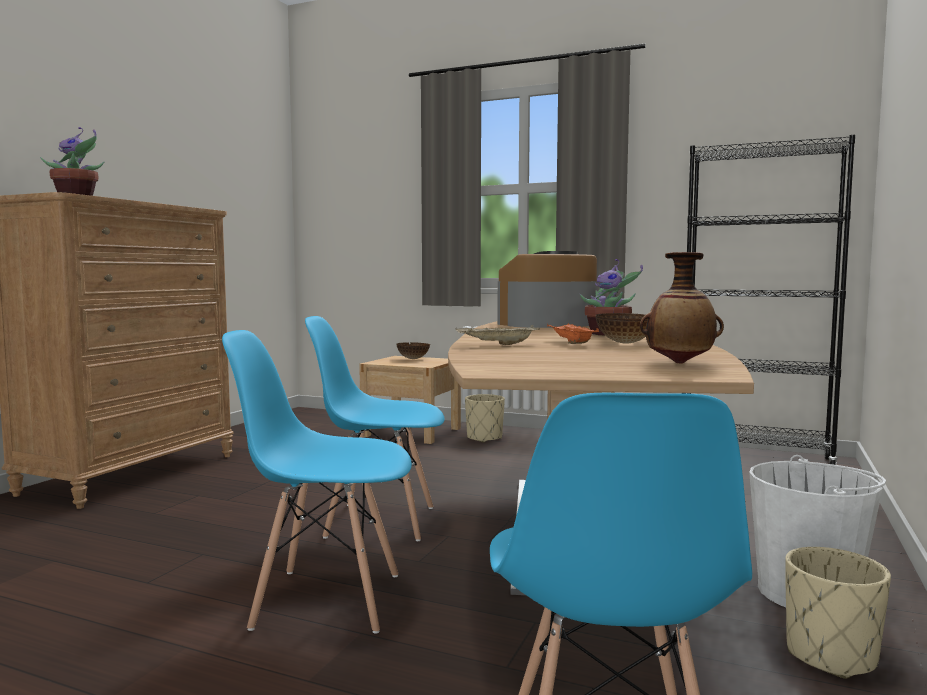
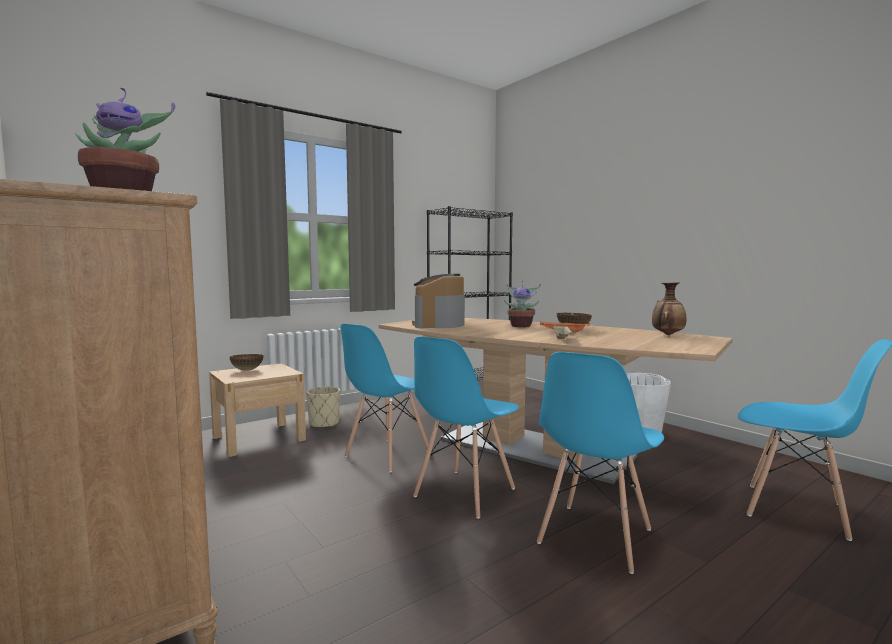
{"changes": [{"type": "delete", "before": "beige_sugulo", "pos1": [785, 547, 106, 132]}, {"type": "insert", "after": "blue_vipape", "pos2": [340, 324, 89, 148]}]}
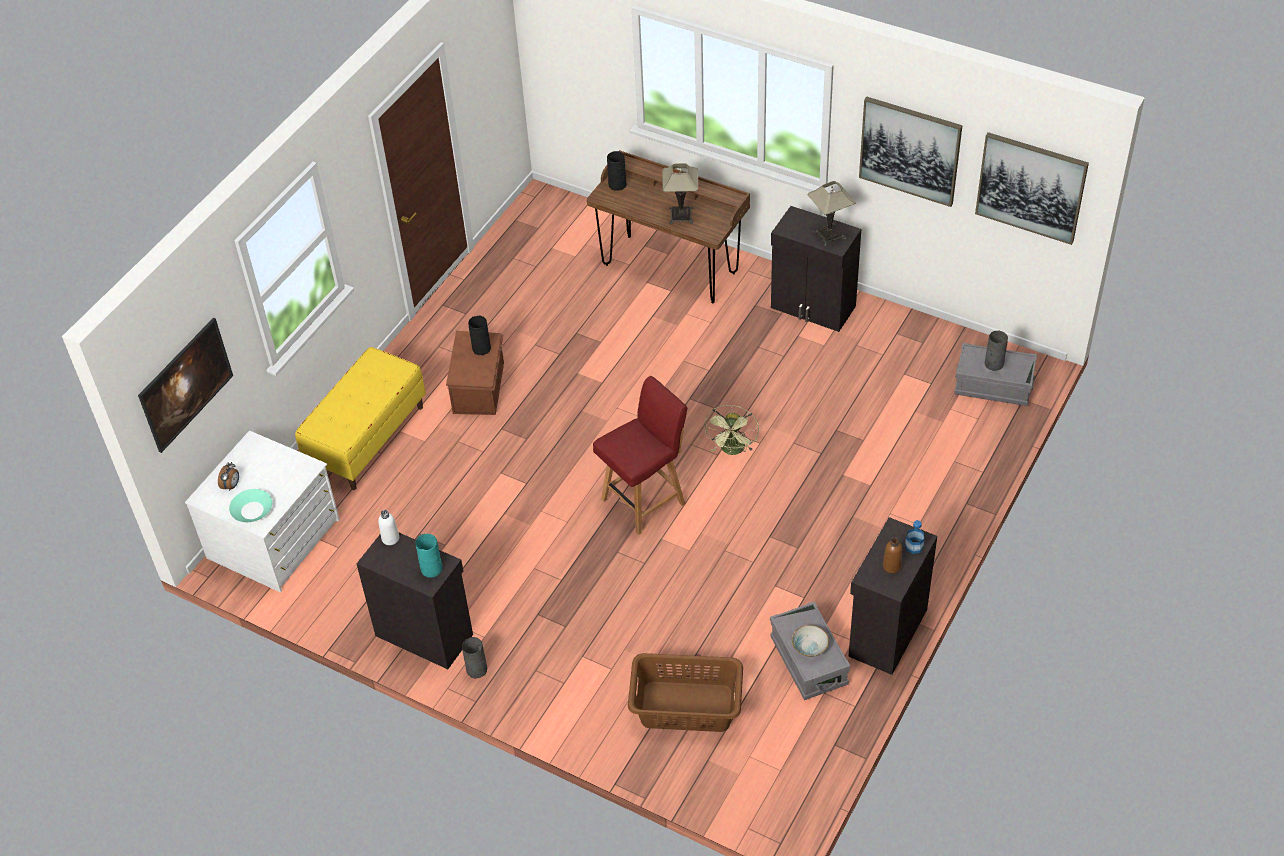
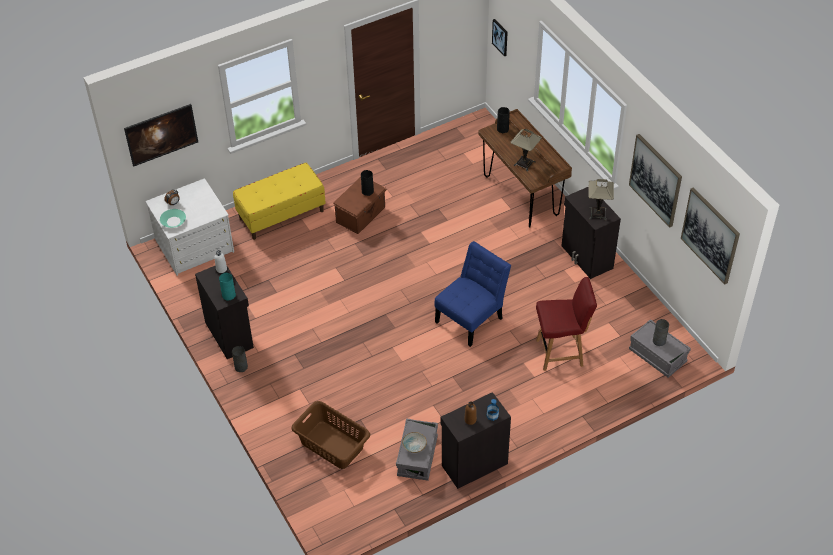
{"changes": [{"type": "insert", "after": "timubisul", "pos2": [492, 19, 16, 37]}, {"type": "move", "before": "red_vipape", "pos1": [593, 376, 94, 159], "pos2": [536, 277, 61, 94]}, {"type": "replace", "before": "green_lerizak", "after": "blue_vipape", "pos1": [705, 405, 54, 50], "pos2": [434, 241, 77, 106]}]}
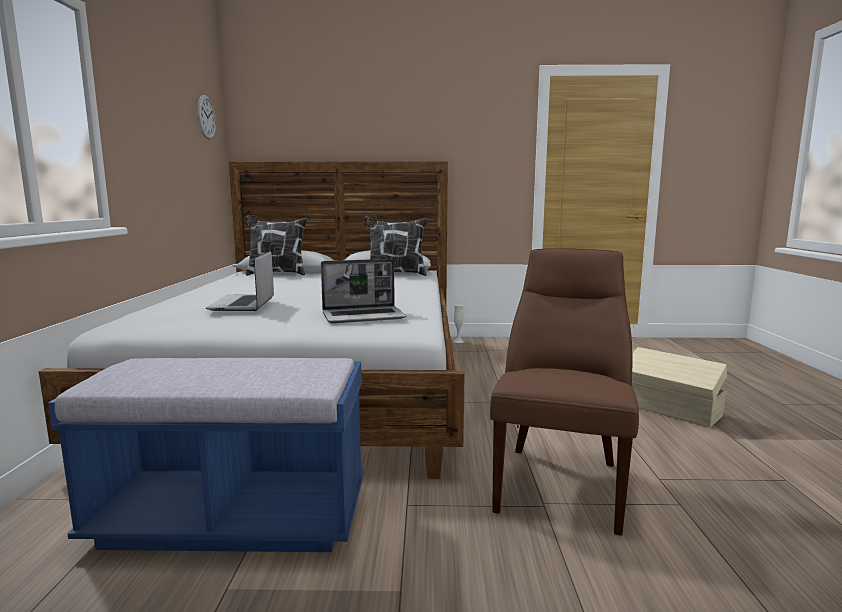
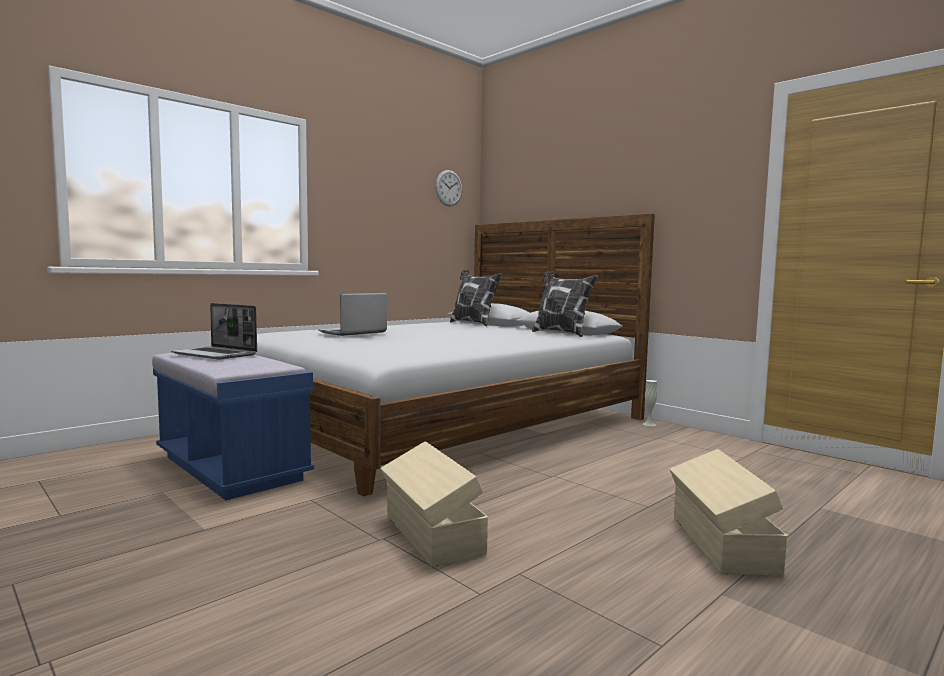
{"changes": [{"type": "move", "before": "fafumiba", "pos1": [321, 259, 85, 64], "pos2": [171, 303, 86, 56]}, {"type": "replace", "before": "brown_vipape", "after": "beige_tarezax", "pos1": [490, 248, 149, 287], "pos2": [381, 441, 107, 126]}]}
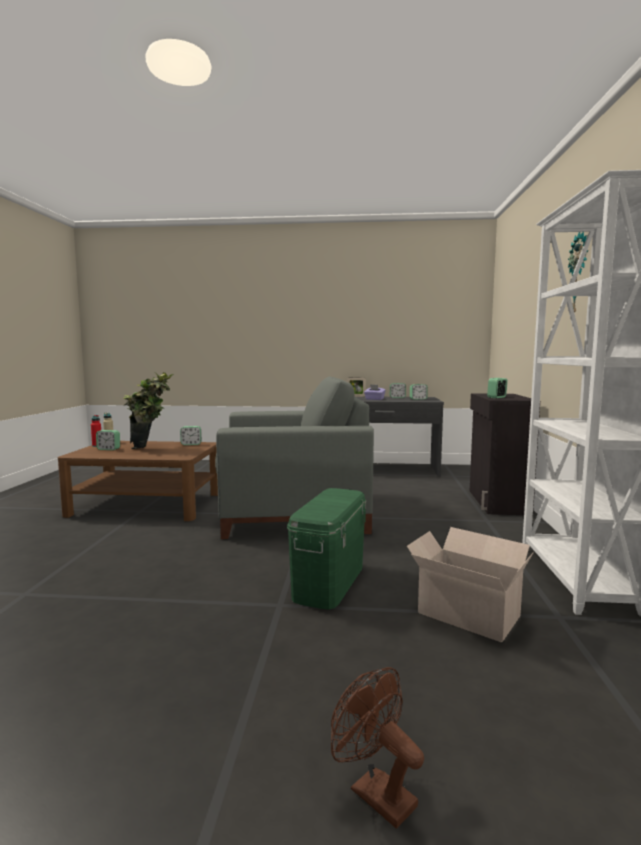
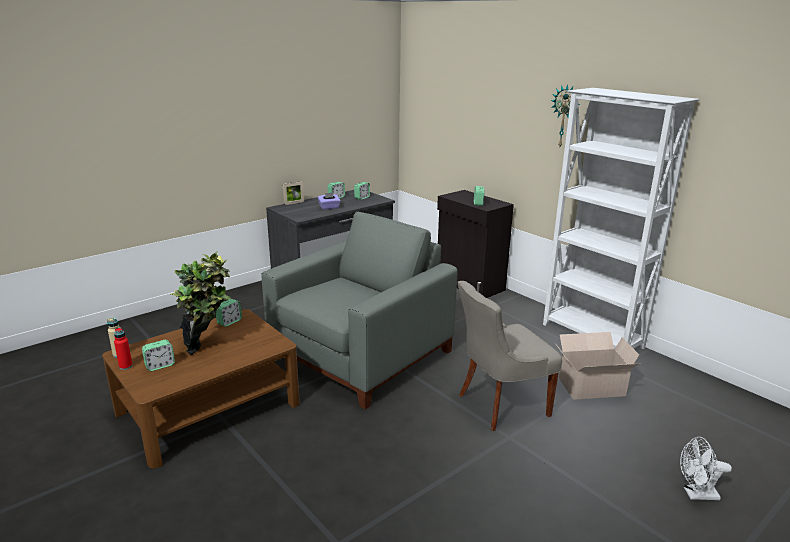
{"changes": [{"type": "replace", "before": "green_tarezax", "after": "grey_vipape", "pos1": [287, 488, 79, 121], "pos2": [458, 281, 104, 150]}, {"type": "recolor", "before": "brown_lerizak", "after": "white_lerizak", "pos1": [331, 667, 93, 162], "pos2": [680, 437, 52, 63]}]}
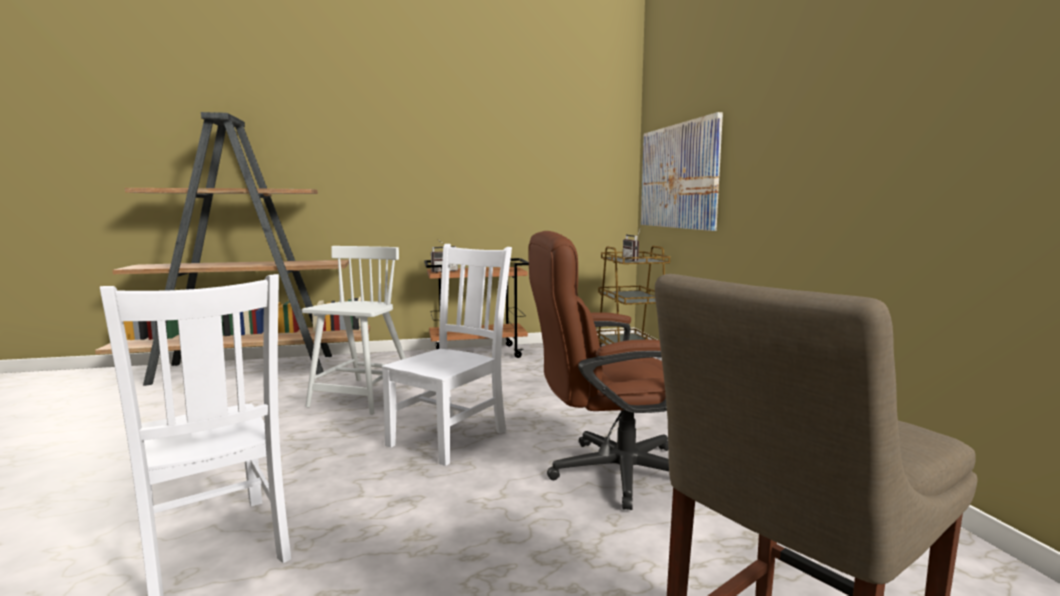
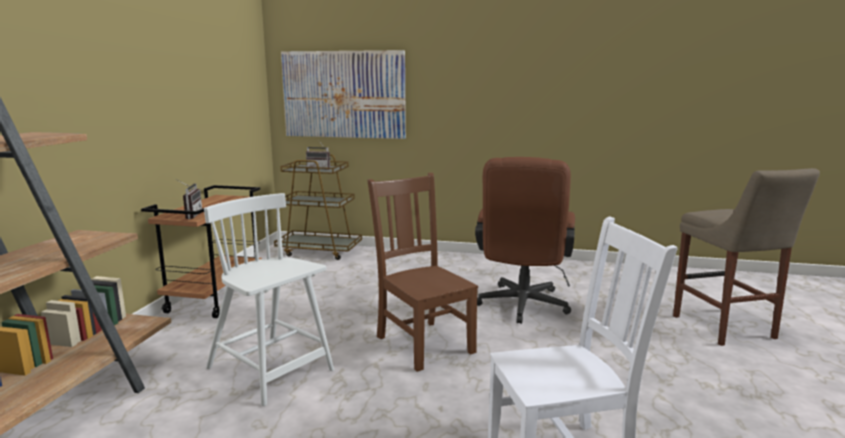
{"changes": [{"type": "recolor", "before": "white_vipape", "after": "brown_vipape", "pos1": [381, 244, 131, 222], "pos2": [367, 173, 111, 199]}]}
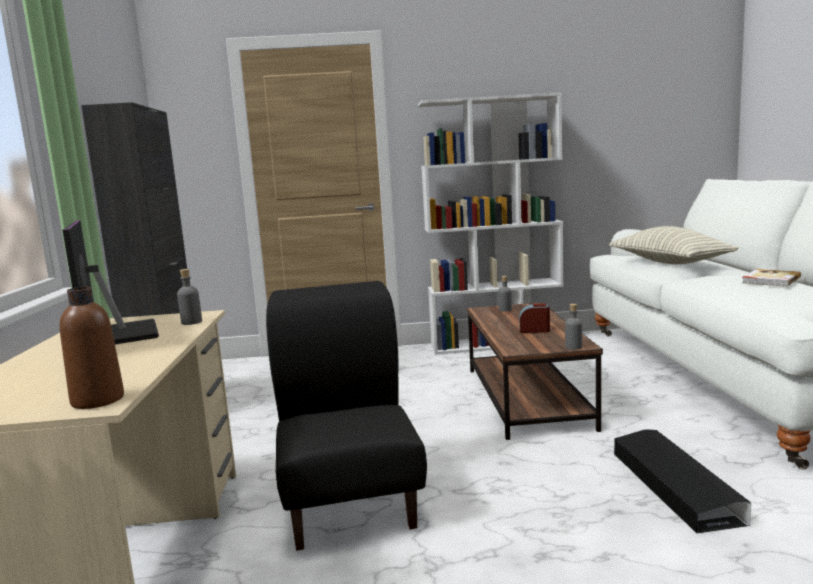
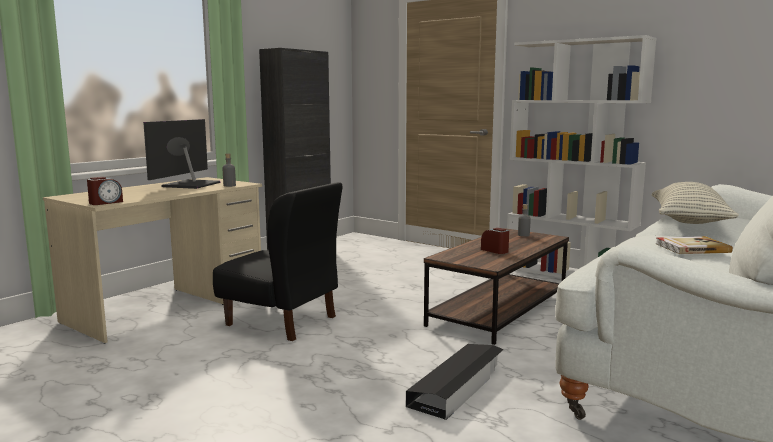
{"changes": [{"type": "delete", "before": "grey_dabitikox", "pos1": [565, 304, 17, 46]}, {"type": "replace", "before": "brown_dabitikox", "after": "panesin", "pos1": [59, 287, 65, 122], "pos2": [87, 177, 36, 28]}, {"type": "rotate", "before": "black_vipape", "pos1": [266, 281, 161, 270], "pos2": [213, 182, 130, 159], "turn": 90}]}
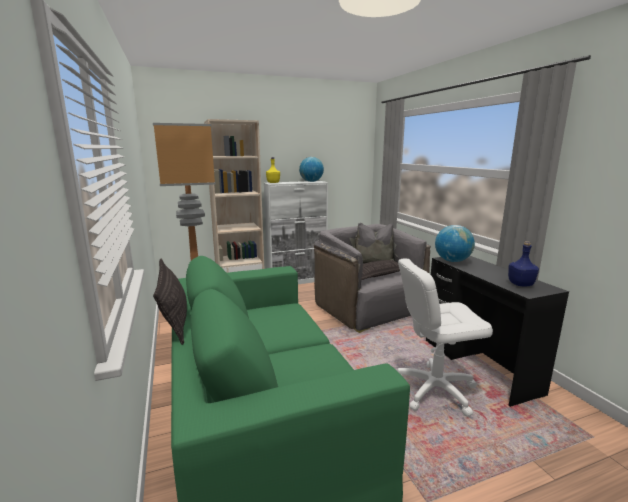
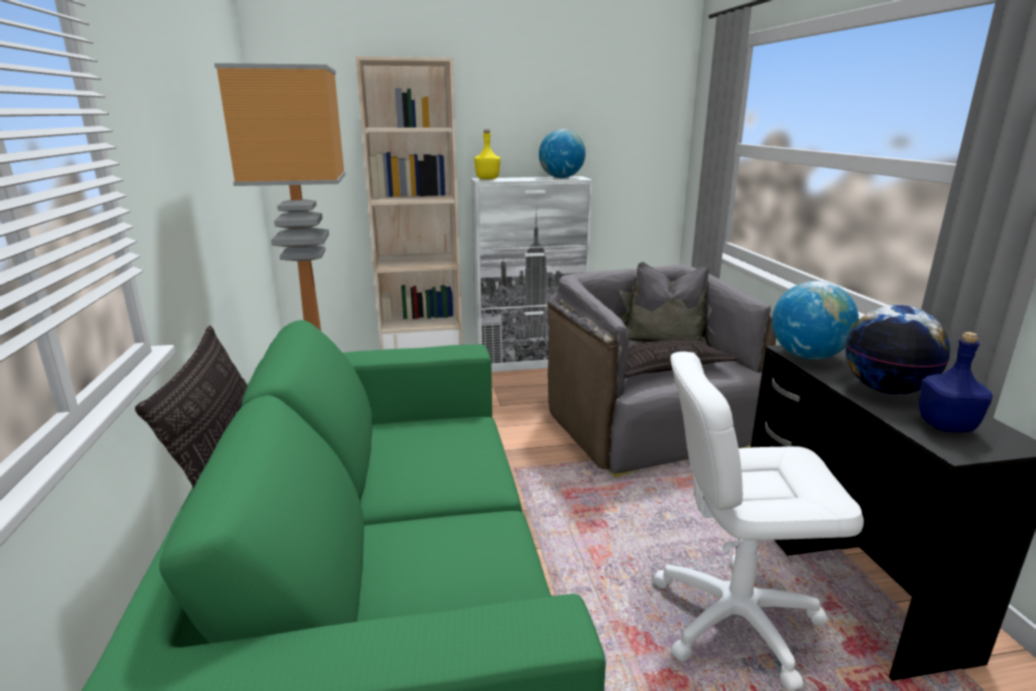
{"changes": [{"type": "insert", "after": "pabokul", "pos2": [845, 305, 105, 89]}]}
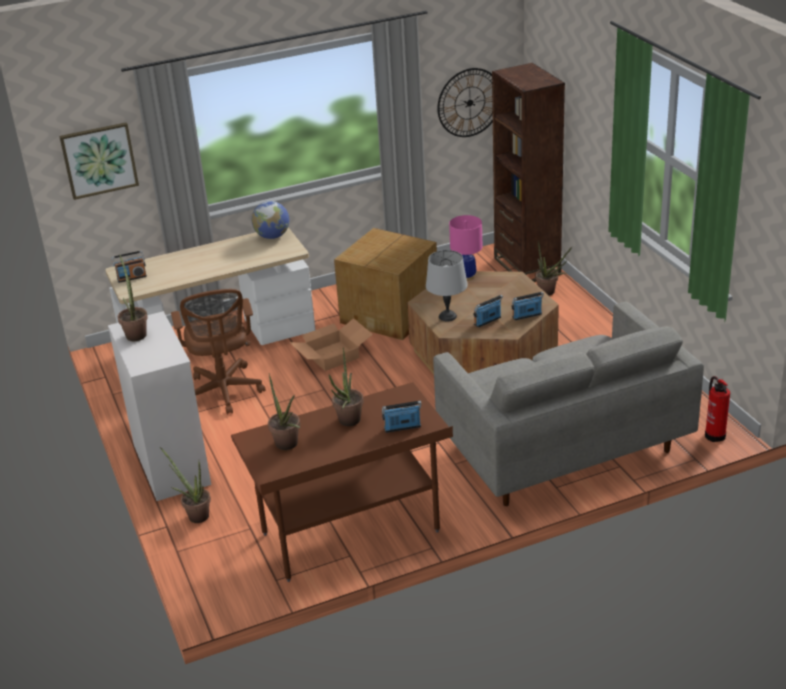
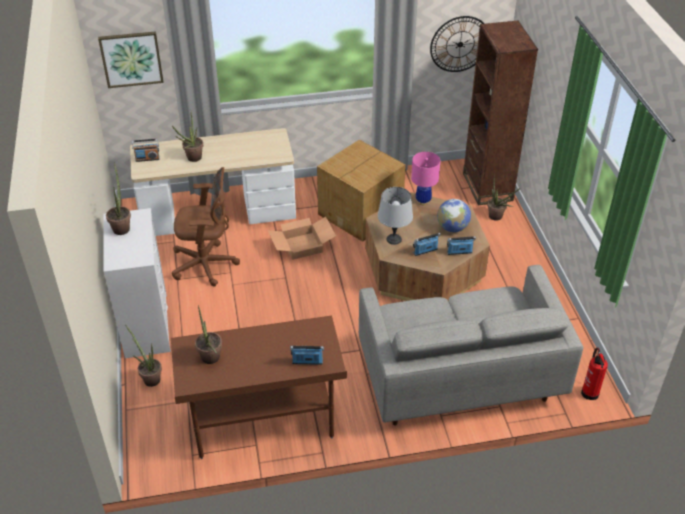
{"changes": [{"type": "move", "before": "pabokul", "pos1": [252, 201, 37, 38], "pos2": [437, 199, 34, 33]}, {"type": "move", "before": "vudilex", "pos1": [329, 348, 35, 78], "pos2": [172, 112, 31, 50]}, {"type": "rotate", "before": "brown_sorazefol", "pos1": [171, 289, 95, 125], "pos2": [172, 167, 68, 120], "turn": -90}]}
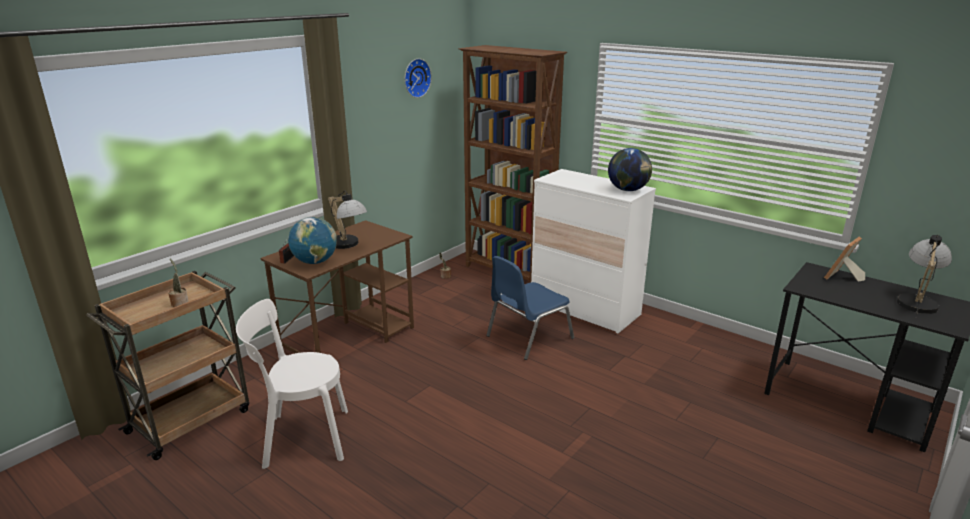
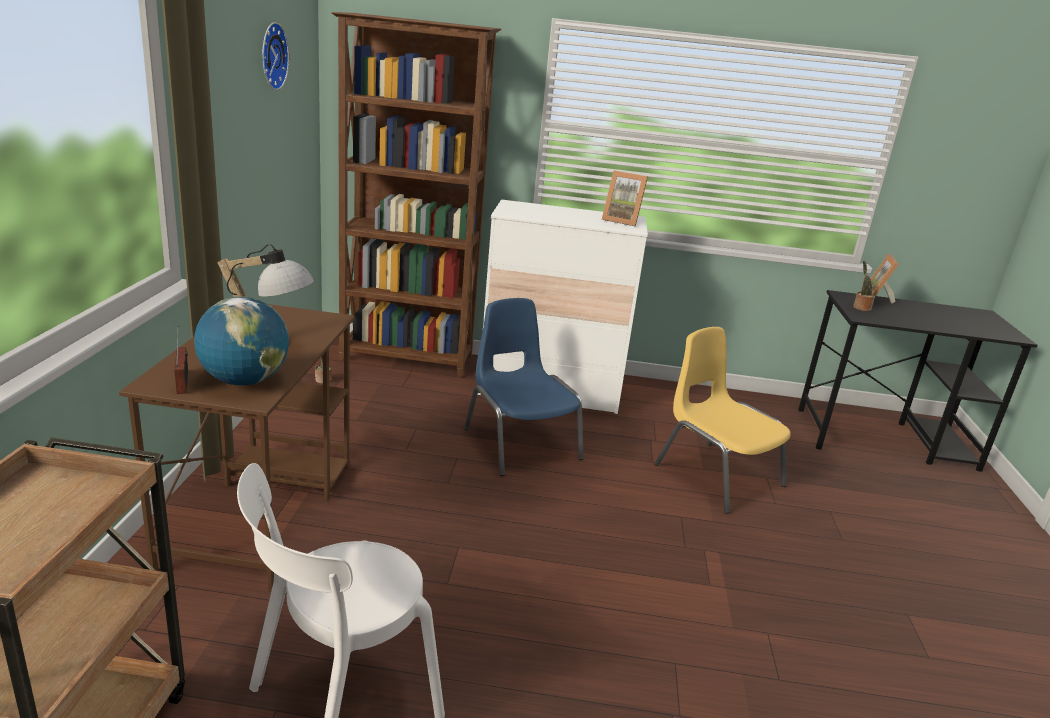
{"changes": [{"type": "delete", "before": "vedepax", "pos1": [897, 235, 55, 83]}, {"type": "insert", "after": "yellow_vipape", "pos2": [655, 327, 136, 187]}, {"type": "move", "before": "vudilex", "pos1": [168, 259, 21, 48], "pos2": [853, 260, 22, 51]}, {"type": "replace", "before": "pabokul", "after": "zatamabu", "pos1": [608, 148, 44, 43], "pos2": [602, 170, 46, 57]}, {"type": "rotate", "before": "blue_vipape", "pos1": [486, 256, 88, 104], "pos2": [464, 298, 120, 178], "turn": 135}]}
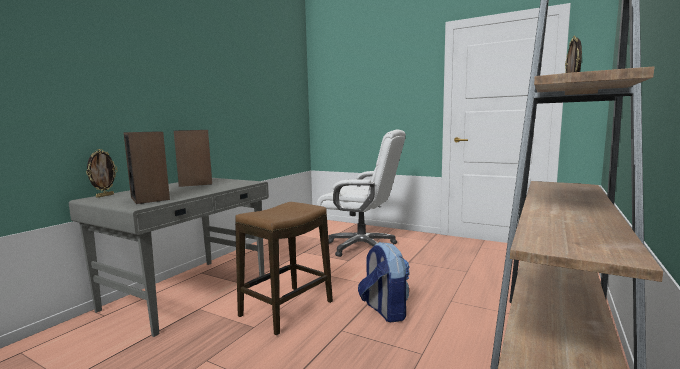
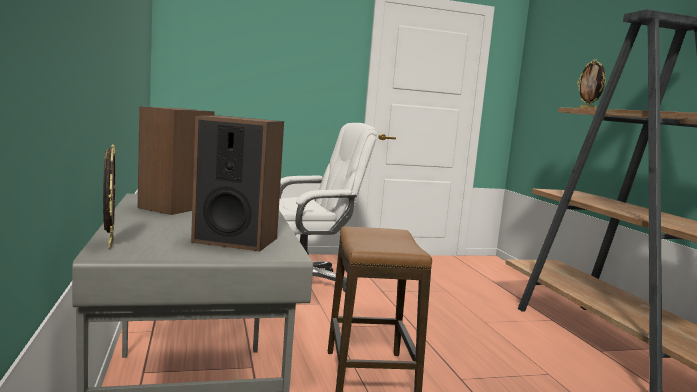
{"changes": [{"type": "delete", "before": "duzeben", "pos1": [358, 242, 52, 80]}]}
